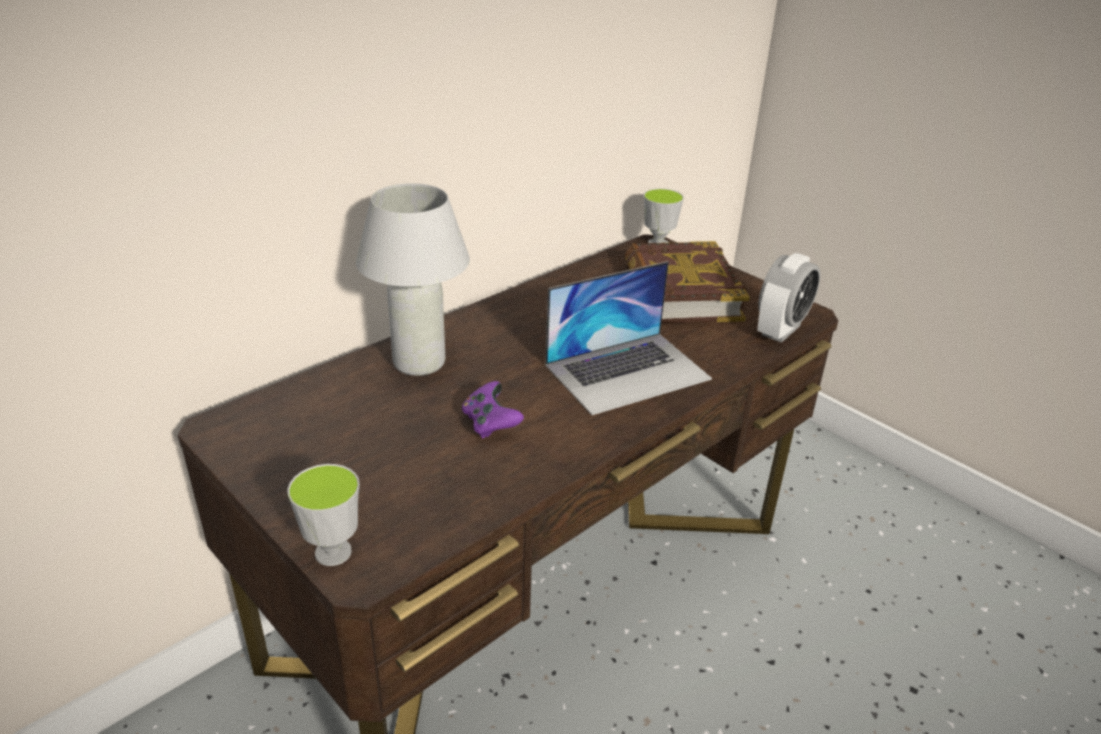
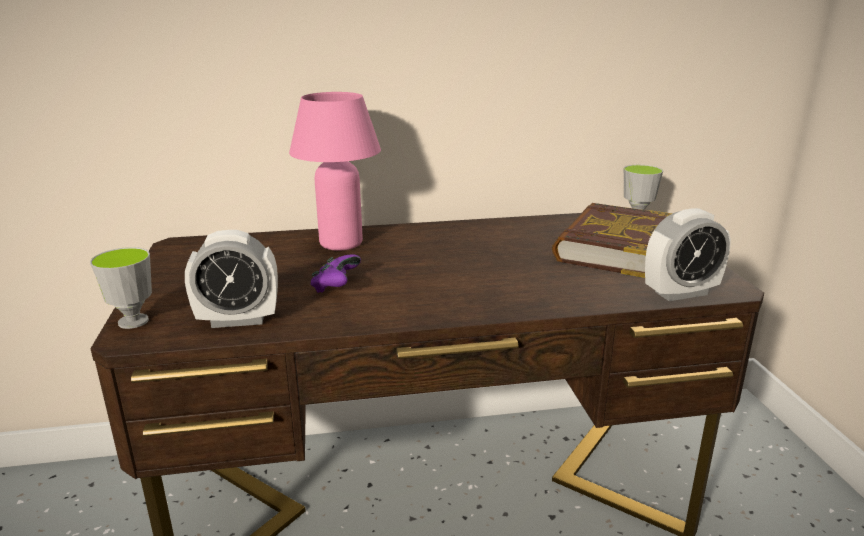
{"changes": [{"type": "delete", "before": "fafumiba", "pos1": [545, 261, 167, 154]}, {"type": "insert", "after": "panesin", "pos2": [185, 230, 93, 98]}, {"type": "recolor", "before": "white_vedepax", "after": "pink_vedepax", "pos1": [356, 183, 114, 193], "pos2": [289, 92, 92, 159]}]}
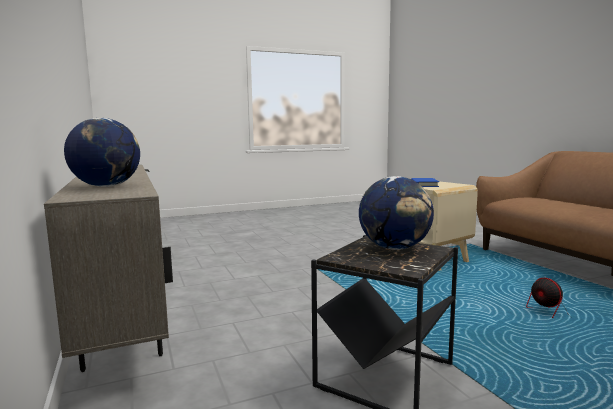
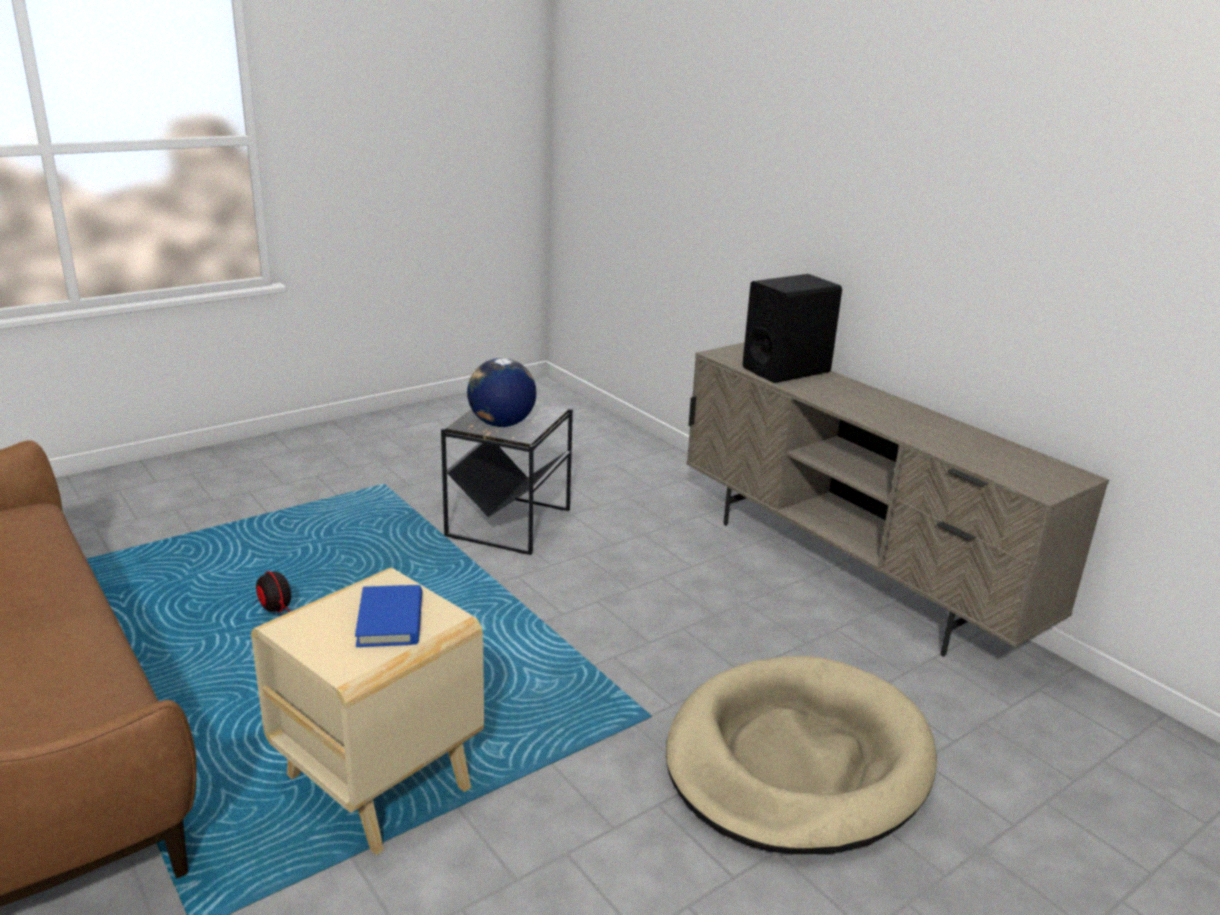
{"changes": [{"type": "insert", "after": "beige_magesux", "pos2": [666, 656, 271, 198]}, {"type": "replace", "before": "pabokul", "after": "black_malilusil", "pos1": [64, 118, 76, 69], "pos2": [743, 274, 99, 109]}]}
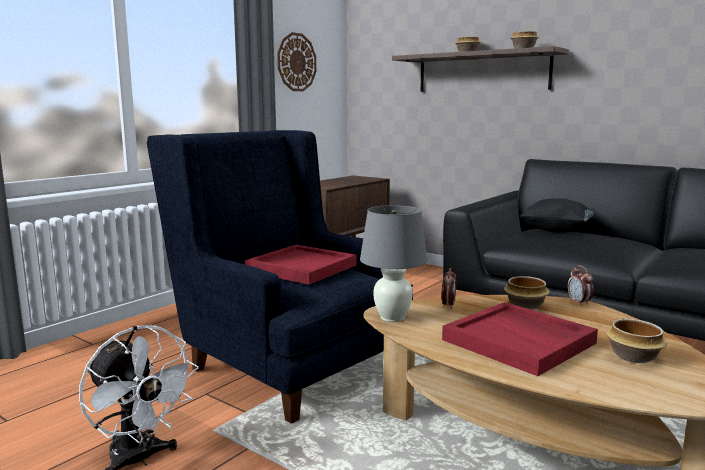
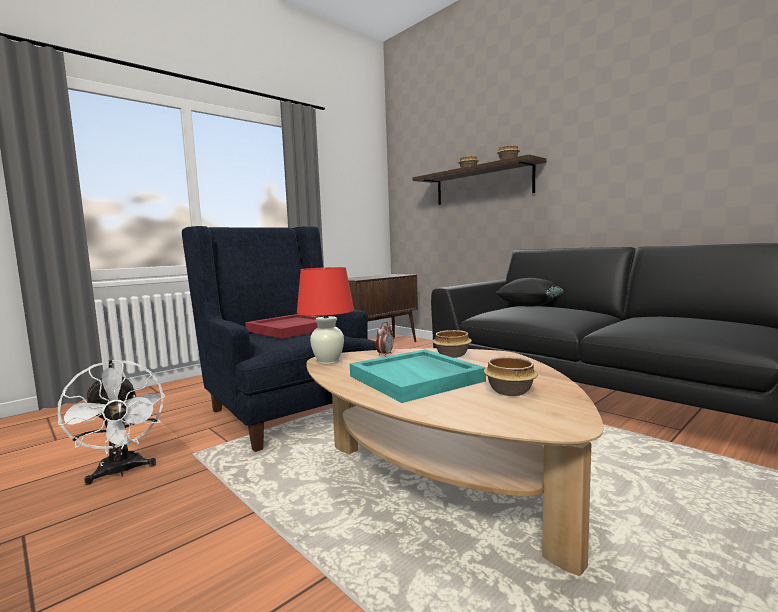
{"changes": [{"type": "delete", "before": "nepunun", "pos1": [277, 32, 39, 59]}, {"type": "delete", "before": "panesin", "pos1": [568, 265, 26, 41]}, {"type": "recolor", "before": "grey_vedepax", "after": "red_vedepax", "pos1": [360, 205, 67, 117], "pos2": [297, 267, 57, 97]}, {"type": "recolor", "before": "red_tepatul", "after": "turquoise_tepatul", "pos1": [442, 302, 156, 74], "pos2": [350, 349, 136, 54]}]}
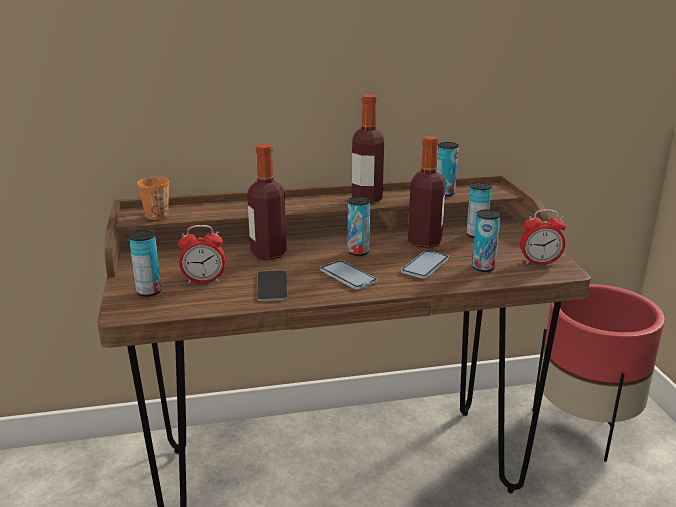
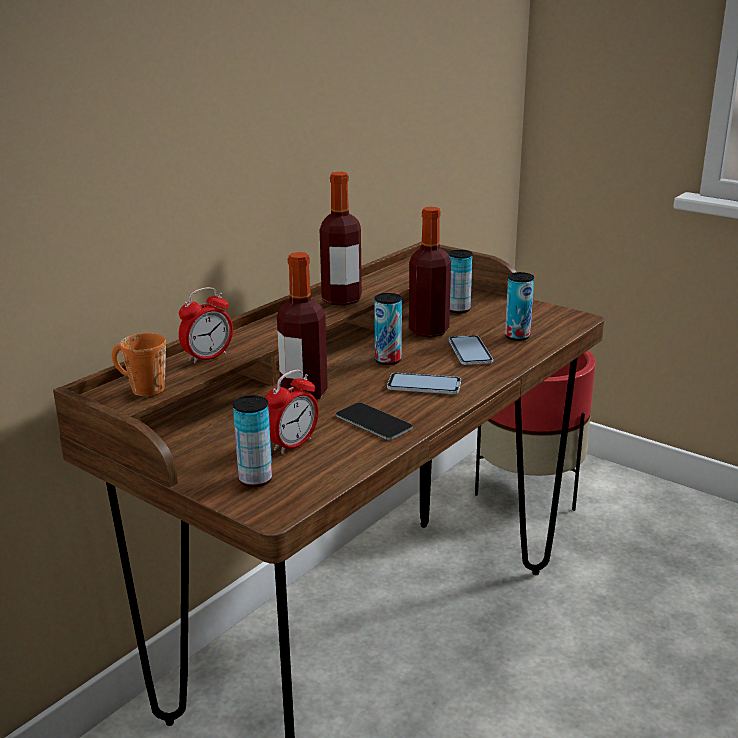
{"changes": [{"type": "delete", "before": "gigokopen", "pos1": [437, 142, 22, 54]}, {"type": "move", "before": "panesin", "pos1": [520, 209, 46, 56], "pos2": [179, 287, 54, 77]}]}
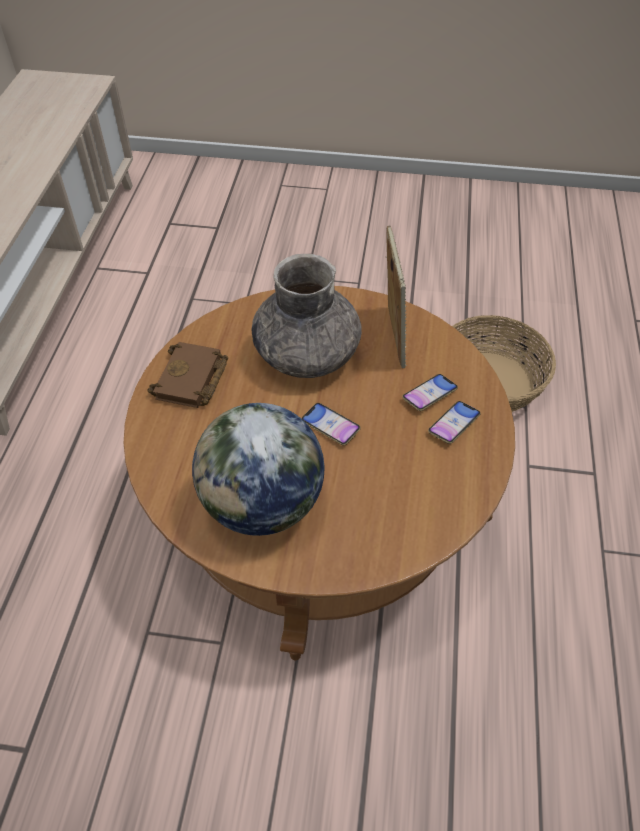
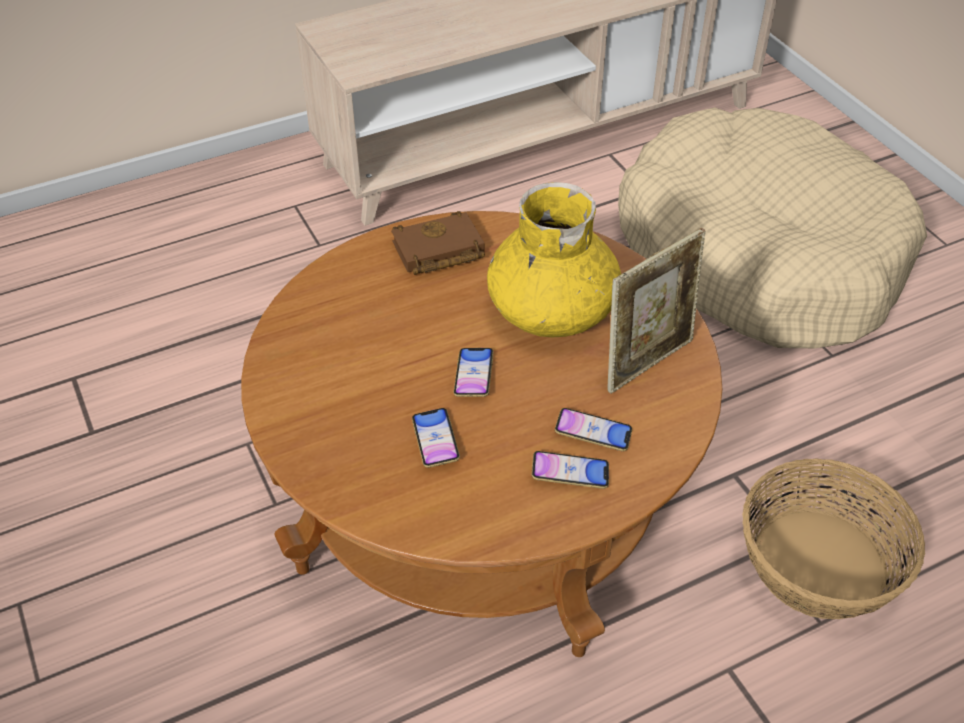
{"changes": [{"type": "delete", "before": "pabokul", "pos1": [192, 403, 133, 133]}, {"type": "insert", "after": "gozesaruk", "pos2": [412, 408, 48, 60]}, {"type": "insert", "after": "beige_magesux", "pos2": [618, 107, 309, 241]}, {"type": "recolor", "before": "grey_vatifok", "after": "yellow_vatifok", "pos1": [252, 254, 110, 124], "pos2": [487, 182, 134, 155]}]}
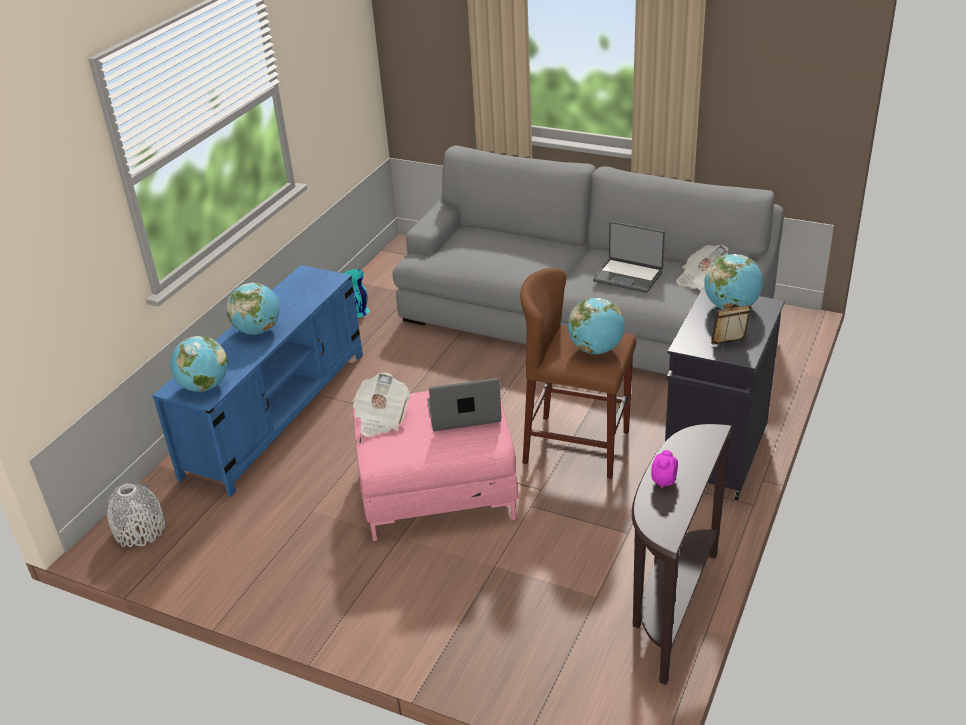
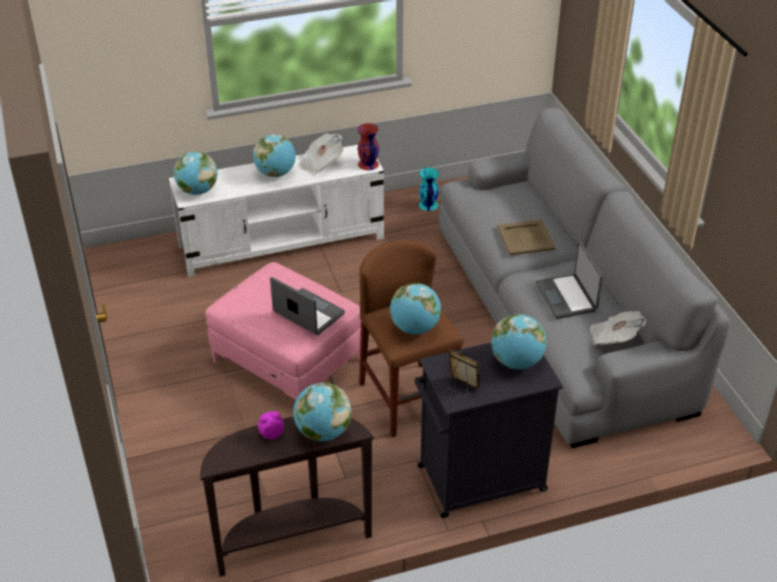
{"changes": [{"type": "delete", "before": "grey_vatifok", "pos1": [106, 482, 59, 65]}, {"type": "insert", "after": "pabokul", "pos2": [293, 383, 58, 58]}, {"type": "insert", "after": "red_vatifok", "pos2": [357, 123, 22, 47]}, {"type": "insert", "after": "beige_tepatul", "pos2": [497, 220, 58, 35]}, {"type": "move", "before": "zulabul", "pos1": [352, 372, 58, 65], "pos2": [298, 133, 45, 41]}, {"type": "recolor", "before": "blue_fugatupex", "after": "white_fugatupex", "pos1": [152, 265, 211, 232], "pos2": [169, 145, 215, 132]}]}
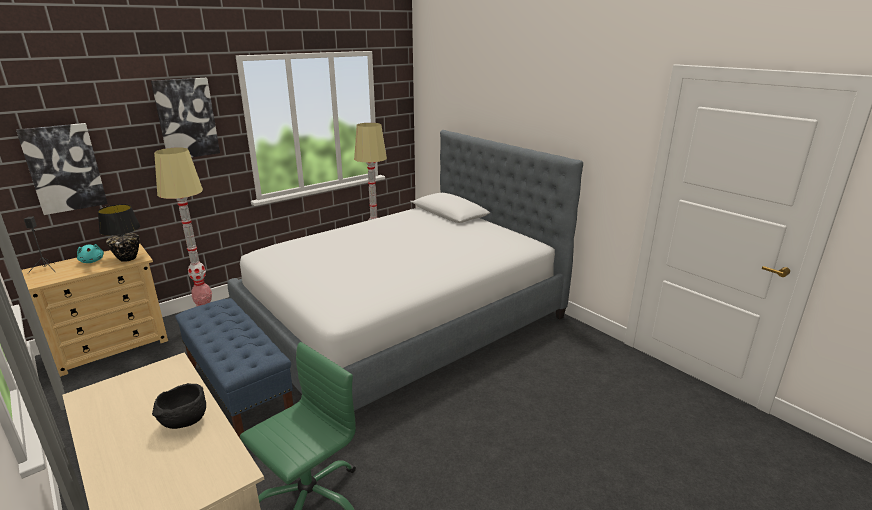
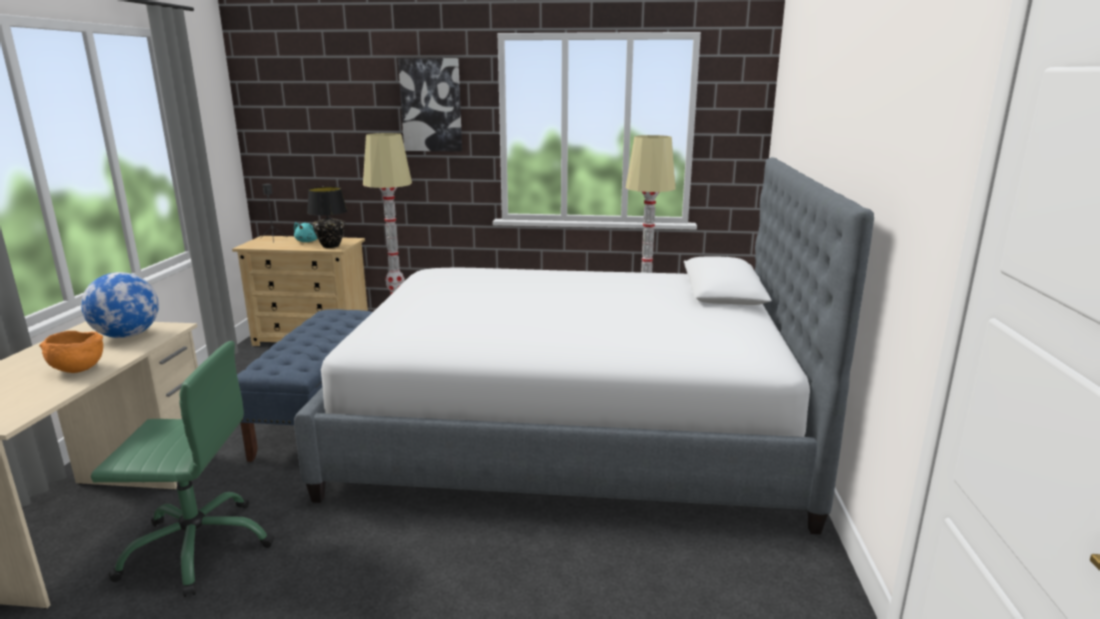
{"changes": [{"type": "delete", "before": "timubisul", "pos1": [16, 123, 92, 92]}, {"type": "insert", "after": "pabokul", "pos2": [81, 272, 78, 66]}, {"type": "recolor", "before": "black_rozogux", "after": "orange_rozogux", "pos1": [152, 383, 54, 46], "pos2": [39, 331, 64, 42]}]}
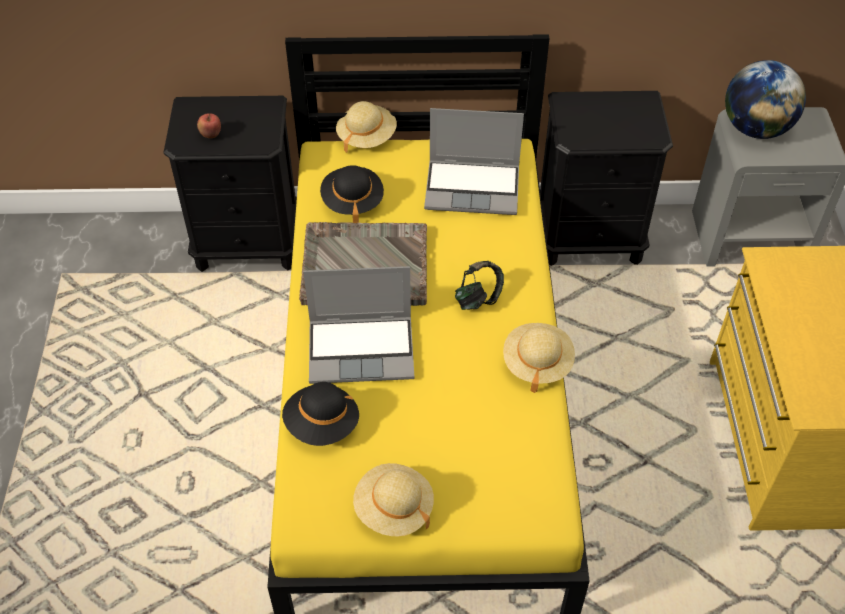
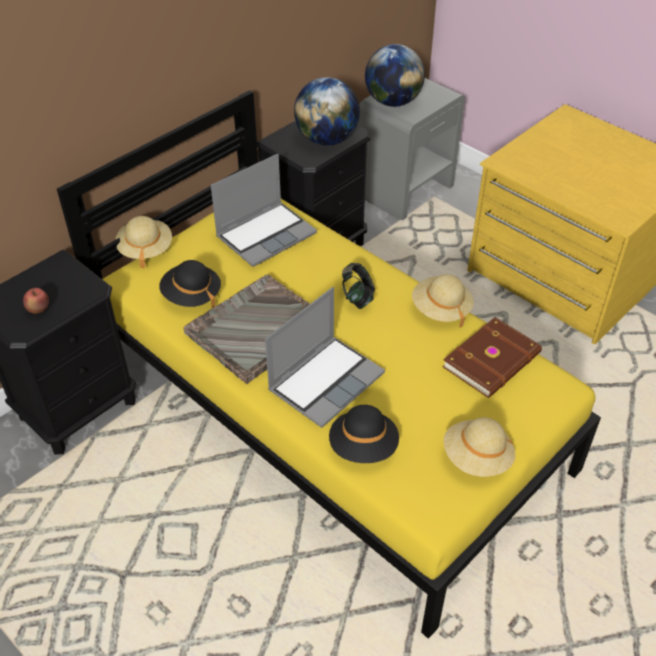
{"changes": [{"type": "insert", "after": "pabokul", "pos2": [294, 77, 66, 69]}, {"type": "insert", "after": "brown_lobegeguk", "pos2": [442, 317, 100, 81]}]}
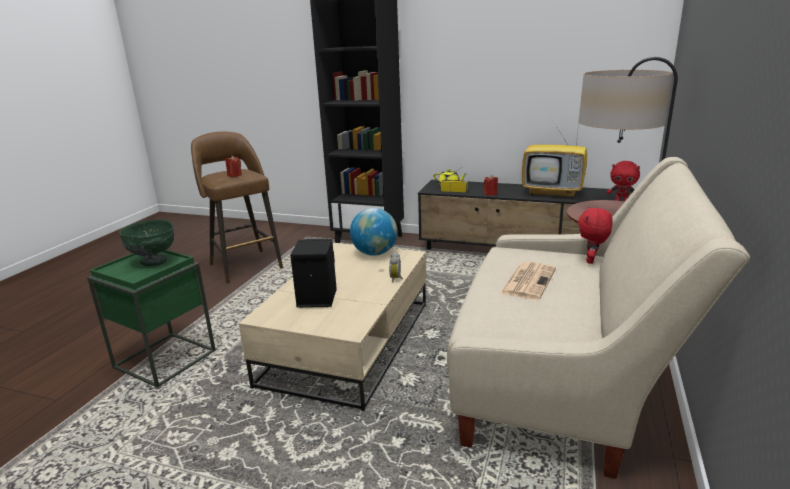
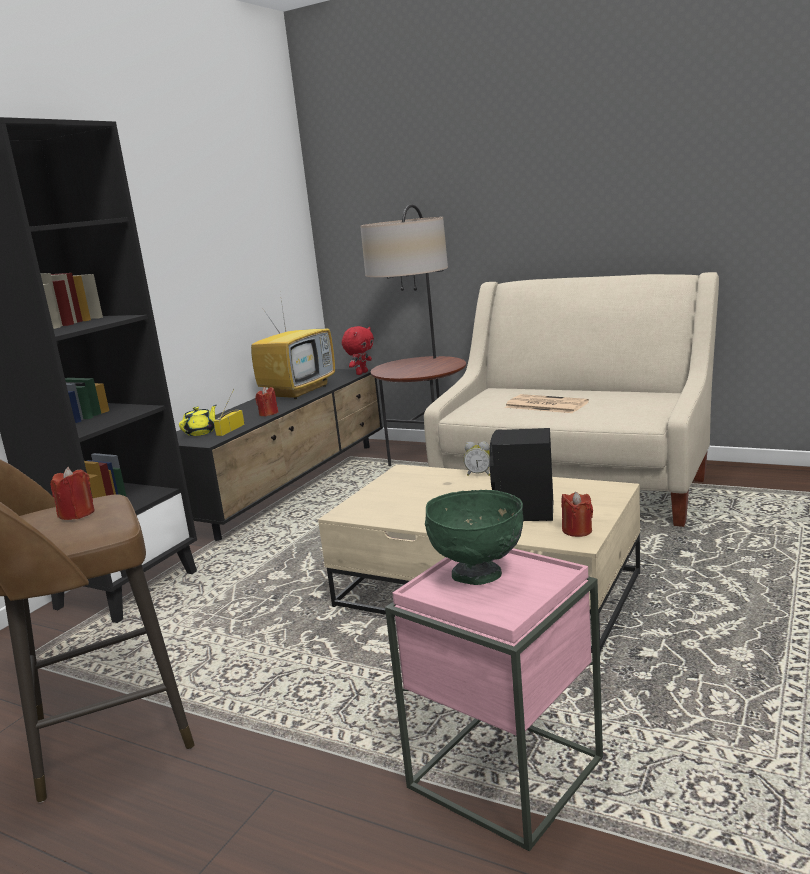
{"changes": [{"type": "delete", "before": "pabokul", "pos1": [350, 208, 47, 48]}, {"type": "delete", "before": "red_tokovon", "pos1": [578, 207, 35, 57]}, {"type": "insert", "after": "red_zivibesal", "pos2": [561, 492, 32, 45]}, {"type": "recolor", "before": "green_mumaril", "after": "pink_mumaril", "pos1": [87, 250, 129, 138], "pos2": [385, 548, 218, 303]}]}
